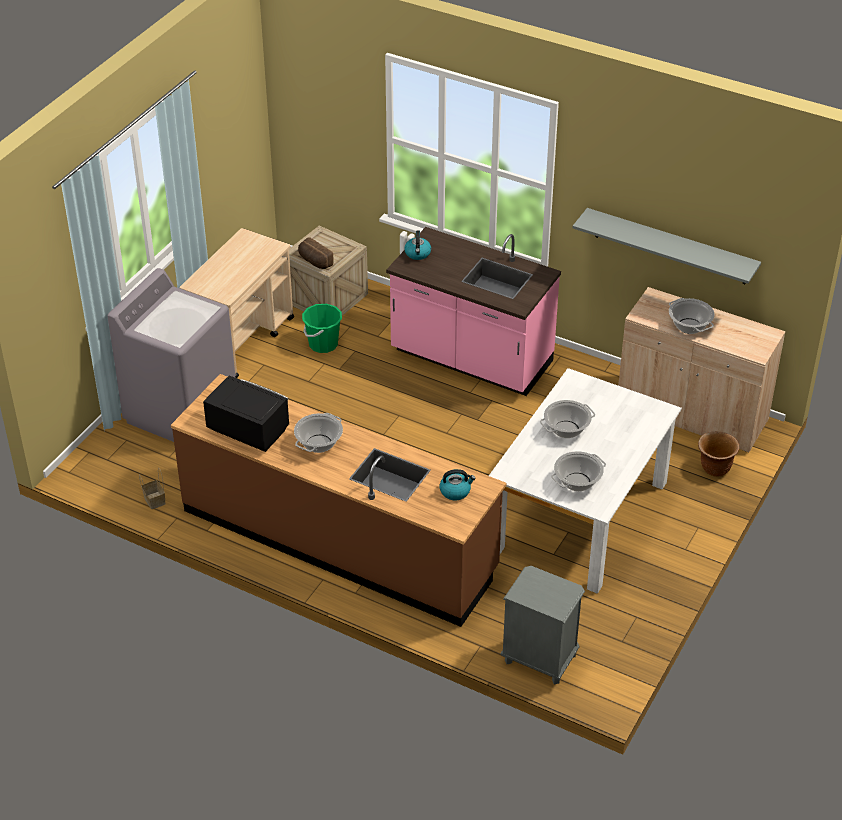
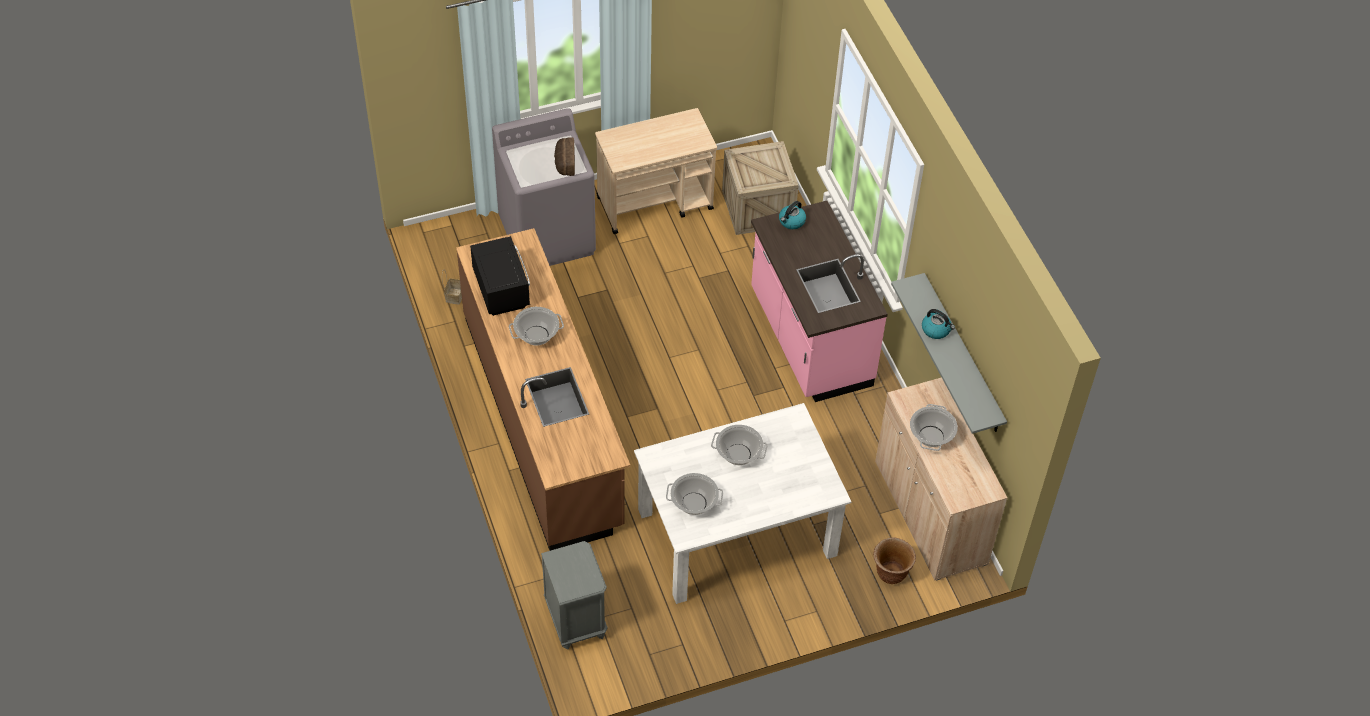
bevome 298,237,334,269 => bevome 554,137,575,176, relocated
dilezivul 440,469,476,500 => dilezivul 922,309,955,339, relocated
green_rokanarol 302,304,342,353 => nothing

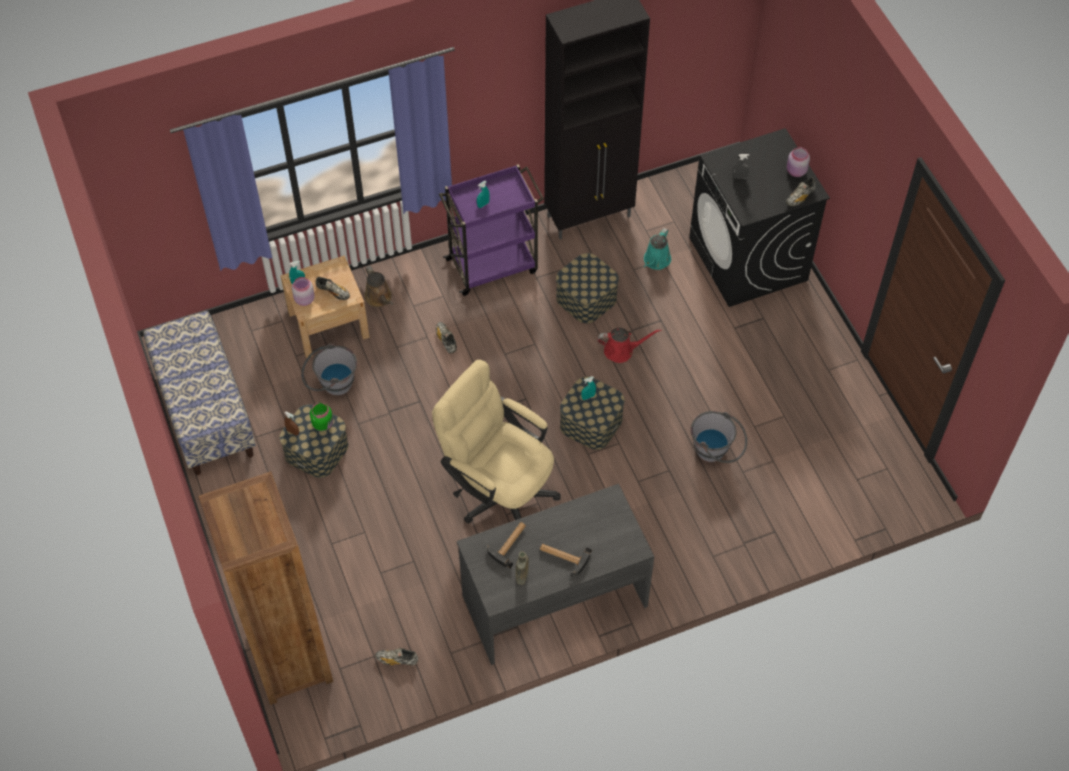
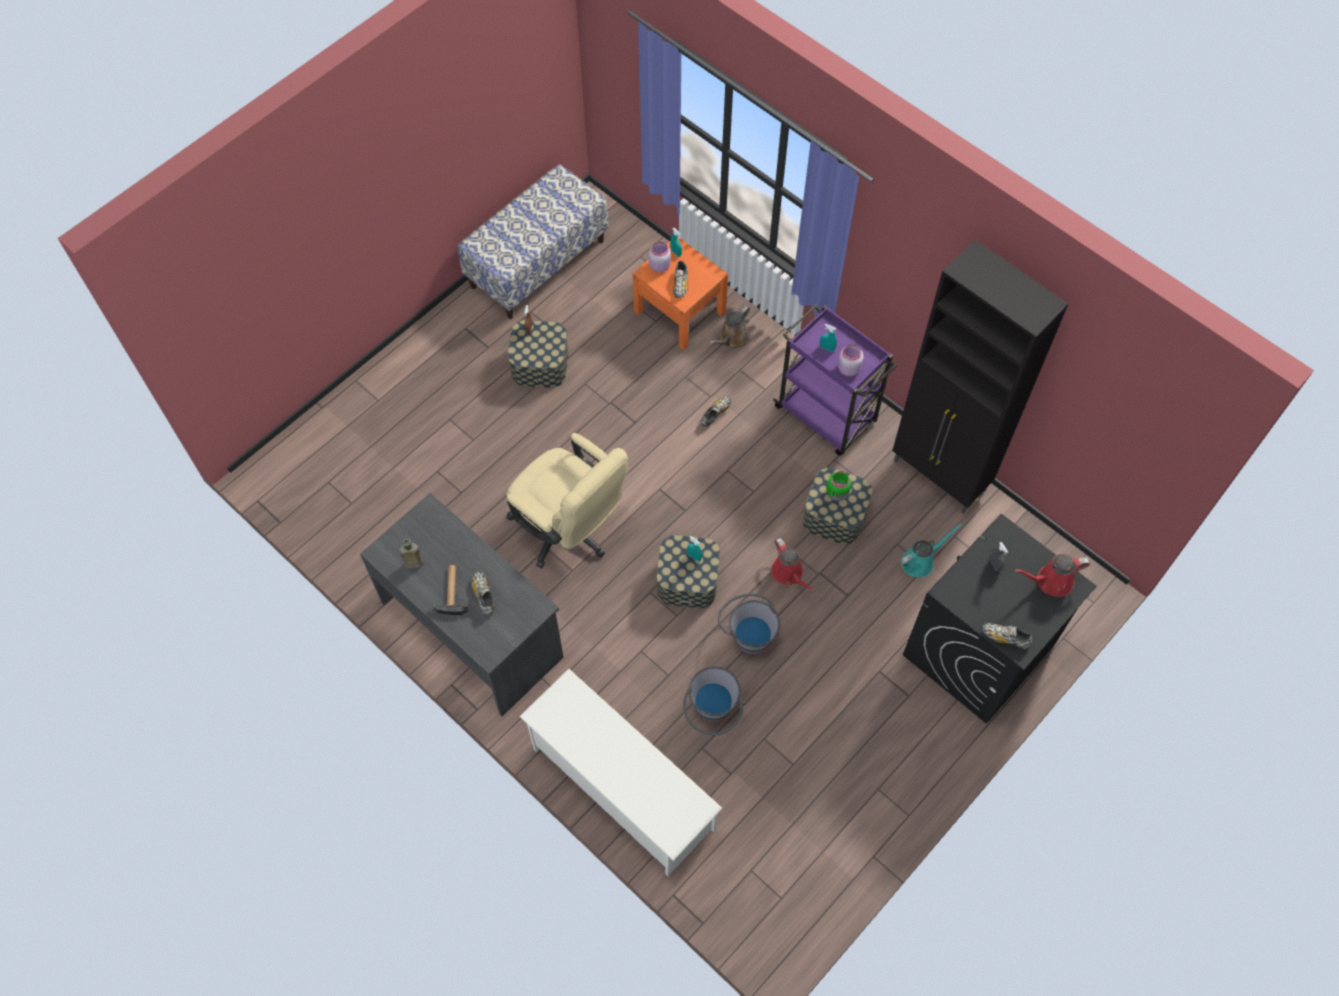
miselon 375,648,418,665 => miselon 472,571,495,615, relocated
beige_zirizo 432,360,561,524 => beige_zirizo 506,433,628,568, 120 degrees clockwise
nothing => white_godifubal 519,669,722,876
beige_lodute 281,255,370,358 => orange_lodute 632,236,728,350
grey_rokanarol 301,343,357,396 => grey_rokanarol 718,593,780,654, relocated
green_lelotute 310,403,333,431 => green_lelotute 826,471,851,501, relocated
pink_lelotute 787,147,810,177 => pink_lelotute 838,344,863,376, relocated
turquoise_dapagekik 643,228,671,270 => turquoise_dapagekik 900,524,962,577, 150 degrees clockwise
nothing => red_dapagekik 1015,554,1090,597
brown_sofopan 198,471,333,705 => nothing
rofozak 487,522,526,568 => nothing

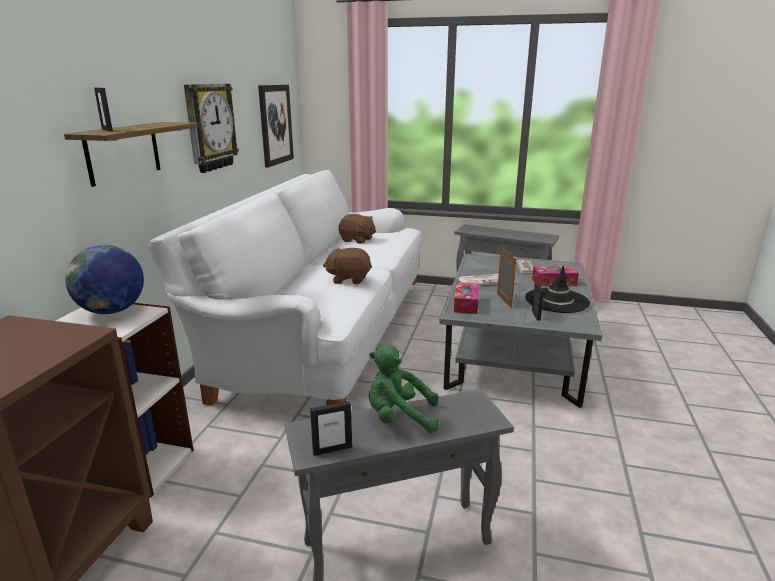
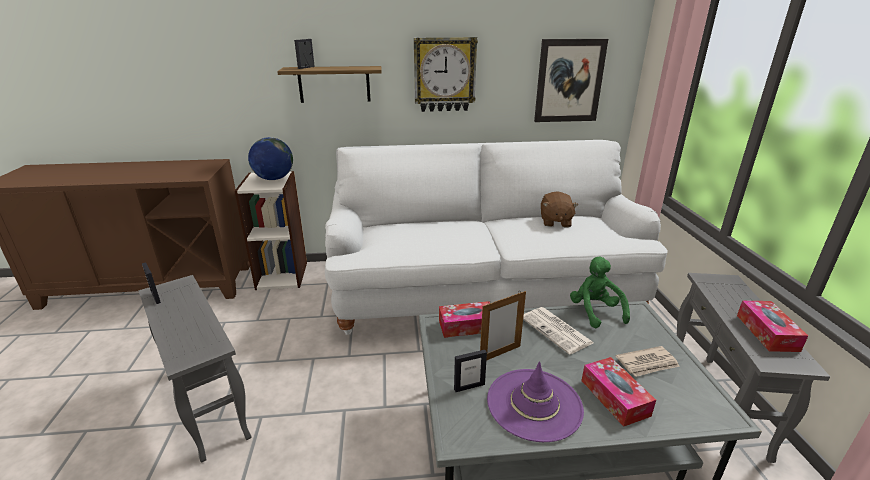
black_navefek 525,266,590,313 => purple_navefek 487,362,584,442
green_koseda 369,344,439,433 => green_koseda 570,257,630,328, relocated
nothing => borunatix 737,300,808,352
brown_koseda 323,248,372,284 => nothing

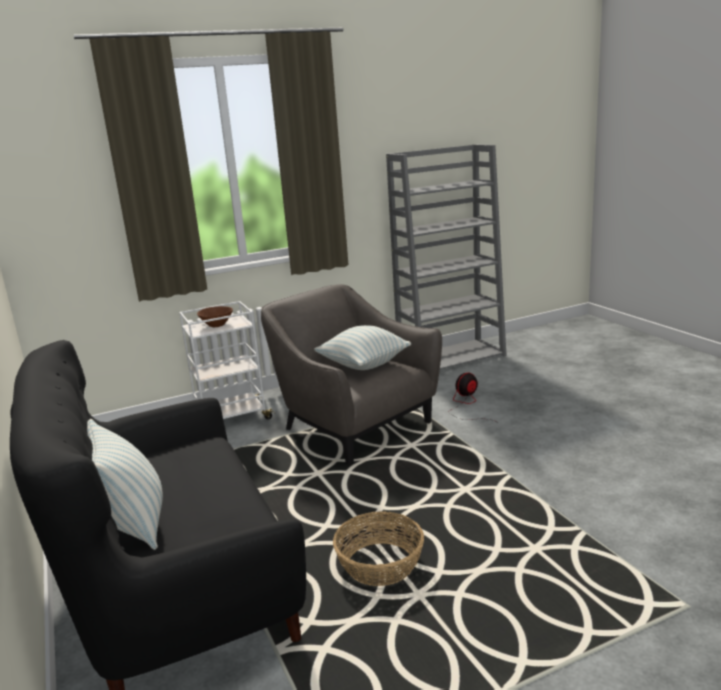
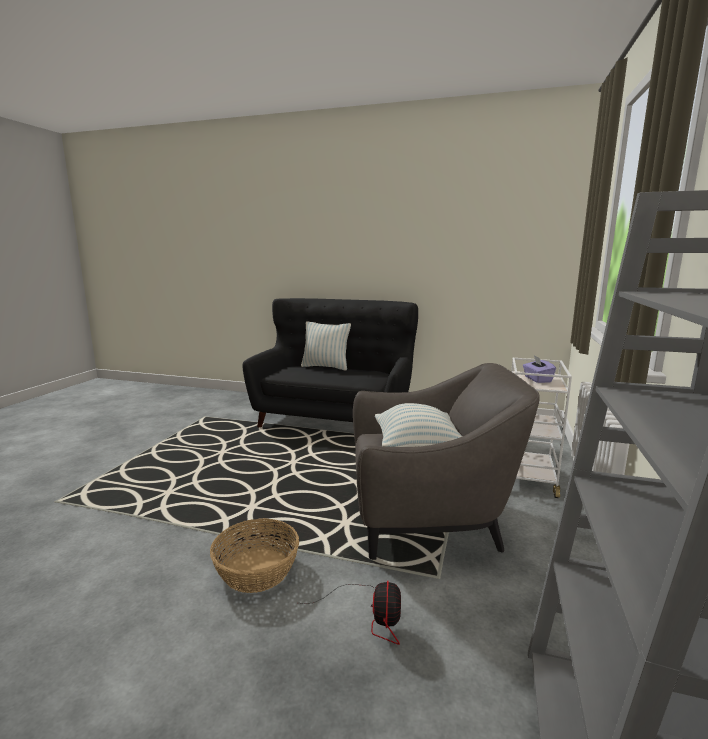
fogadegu 333,511,424,586 => fogadegu 210,518,299,593, relocated
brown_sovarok 197,306,233,327 => purple_borunatix 523,355,556,383

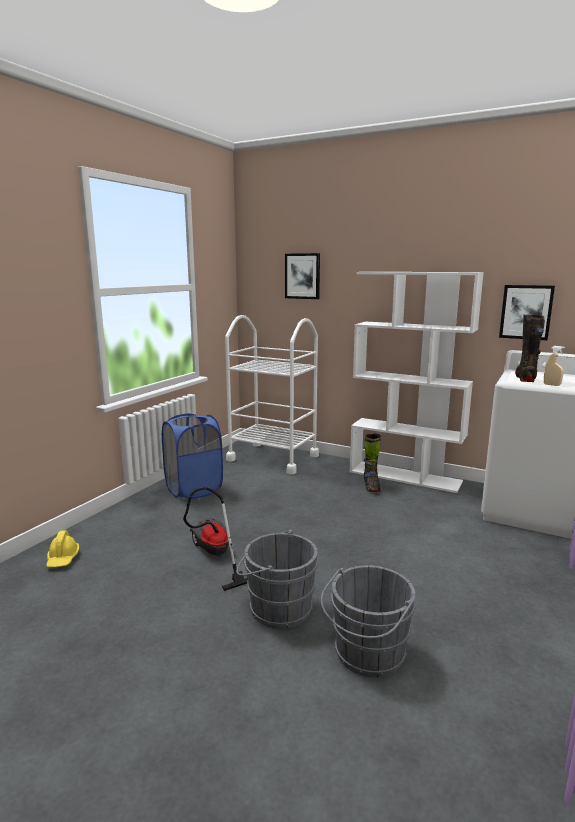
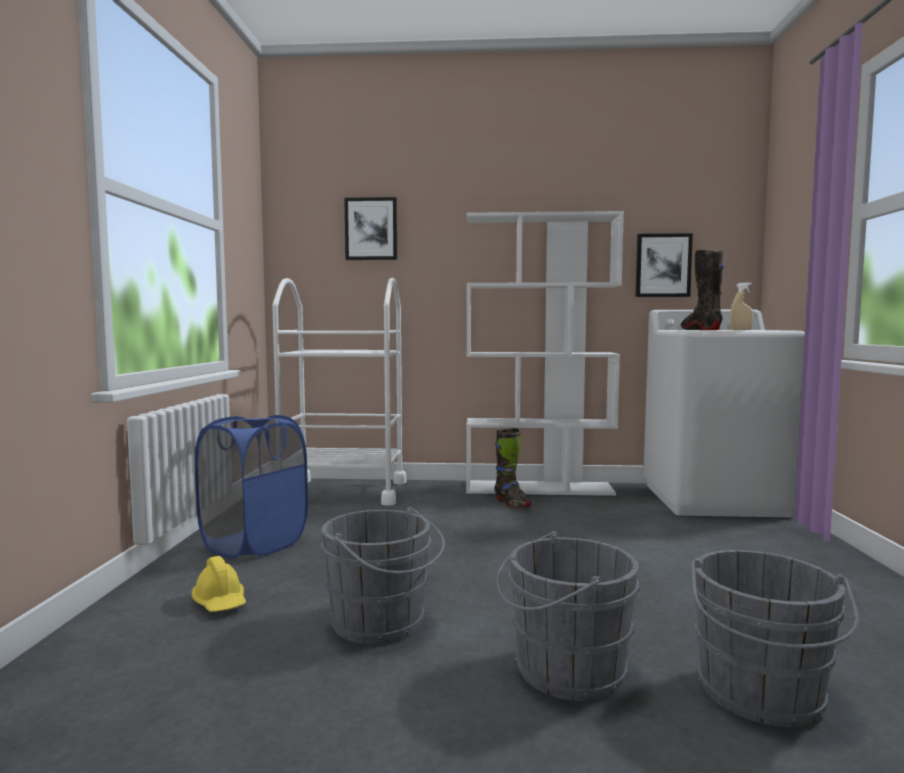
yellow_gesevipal 46,530,79,567 => yellow_gesevipal 192,556,246,612, relocated
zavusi 183,487,248,591 => grey_rokanarol 321,507,445,644

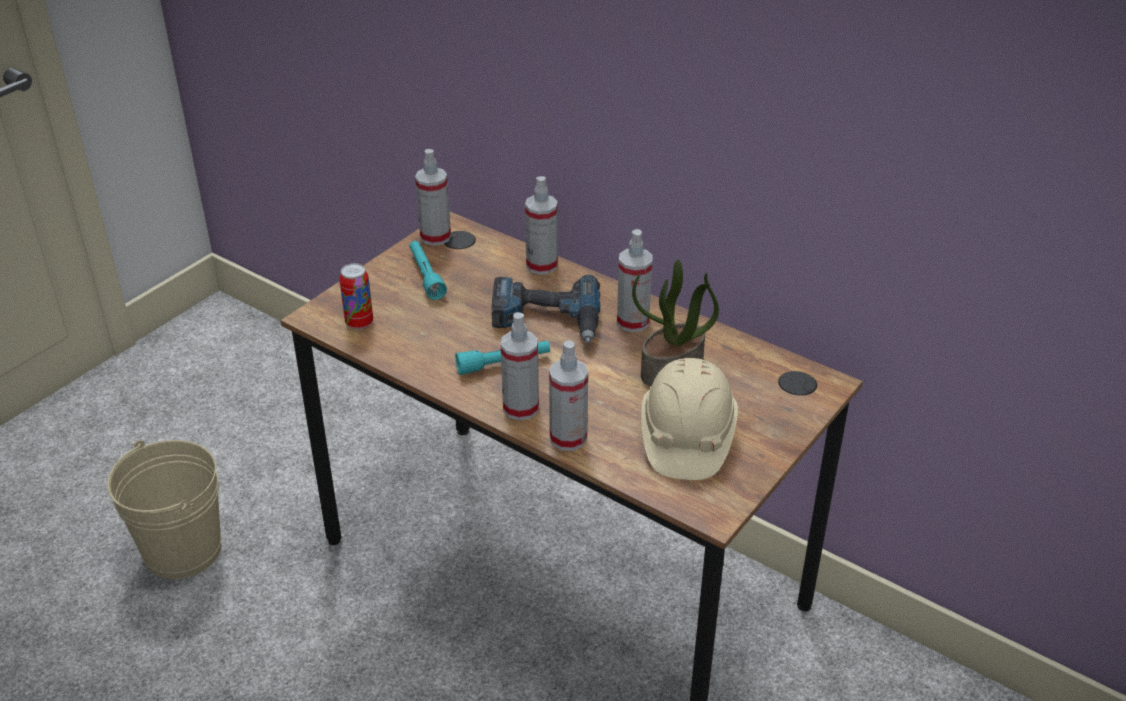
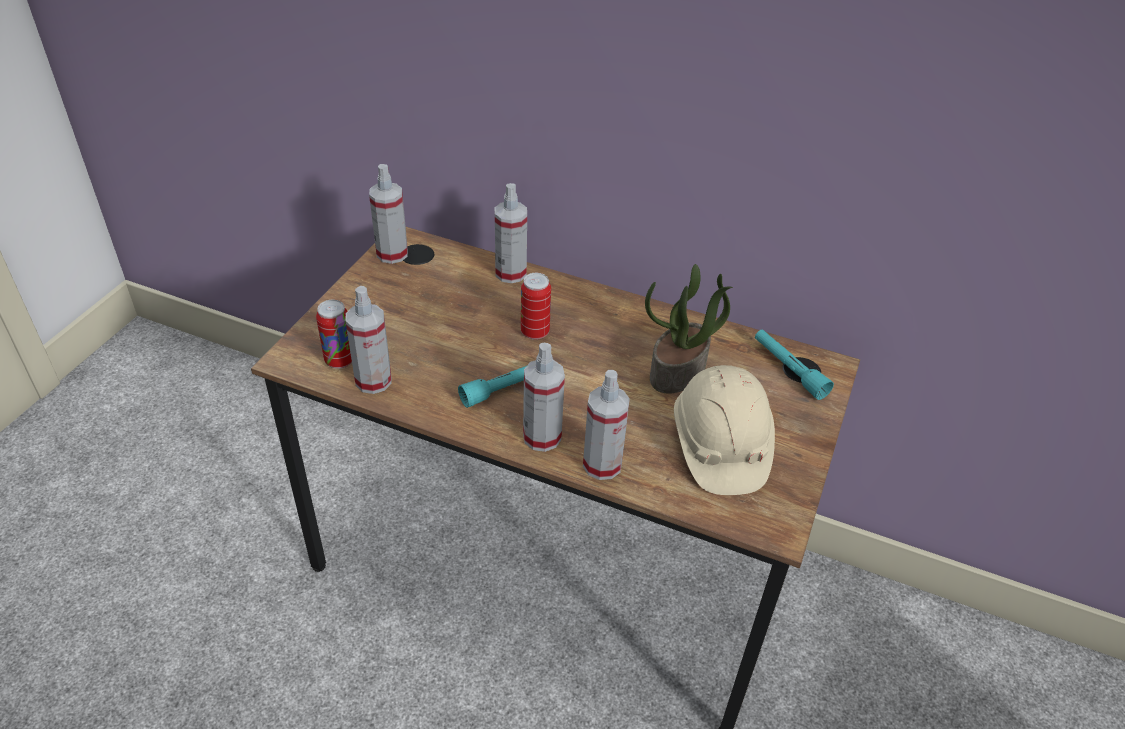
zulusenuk 617,229,653,332 => zulusenuk 345,286,391,394, relocated
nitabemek 491,275,600,343 => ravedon 521,273,551,340
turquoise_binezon 409,241,447,300 => turquoise_binezon 755,330,834,400, relocated
beige_rokanarol 107,440,221,579 => nothing

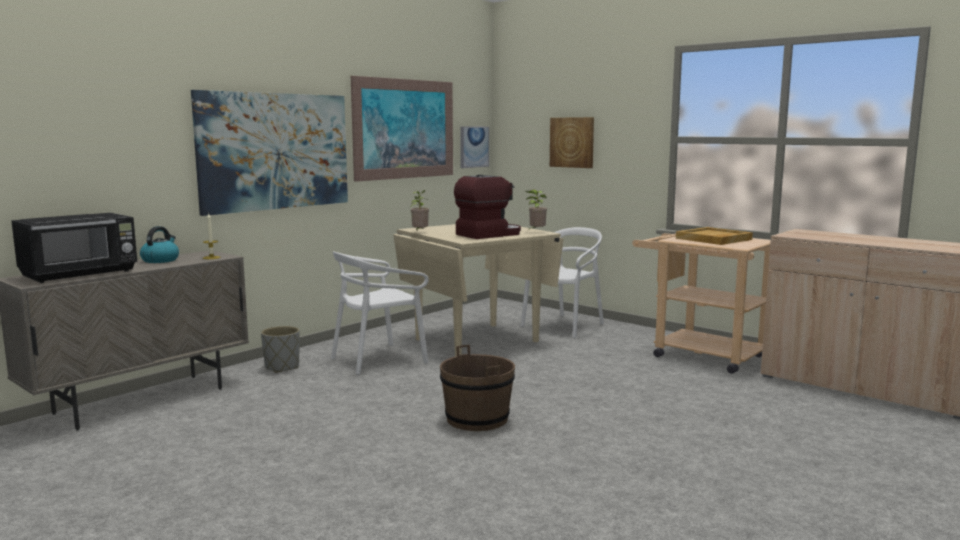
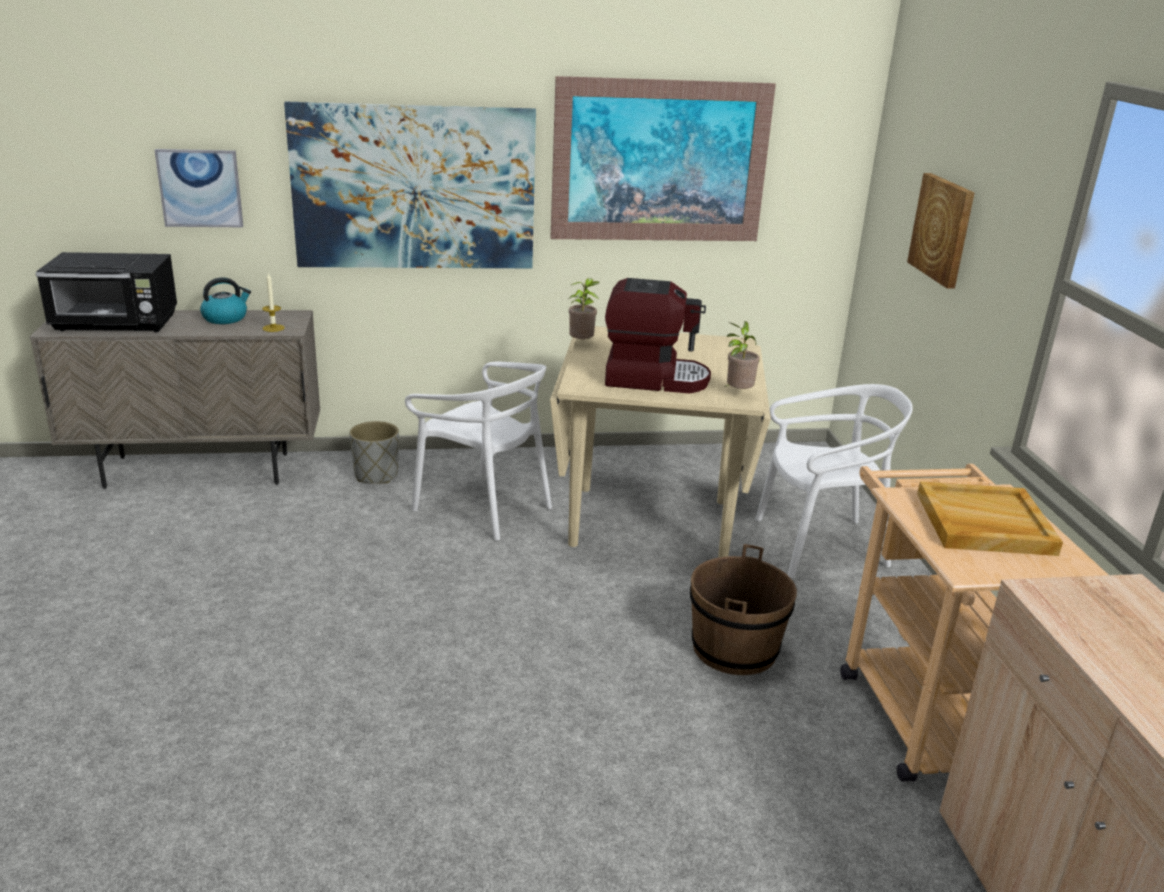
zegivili 460,127,489,168 => zegivili 155,149,243,227, relocated
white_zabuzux 331,251,429,375 => white_zabuzux 405,362,552,541, 150 degrees counterclockwise
brown_rokanarol 440,345,515,431 => brown_rokanarol 690,544,797,675, relocated

